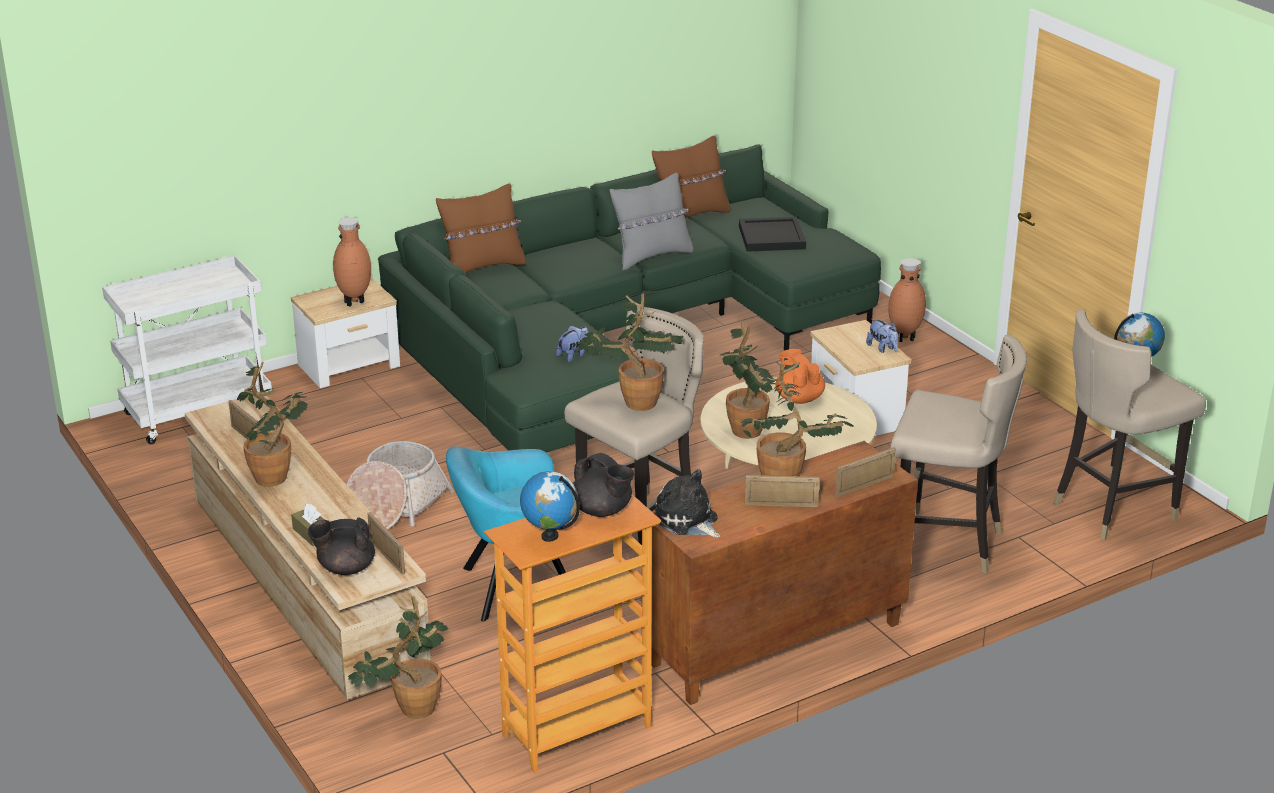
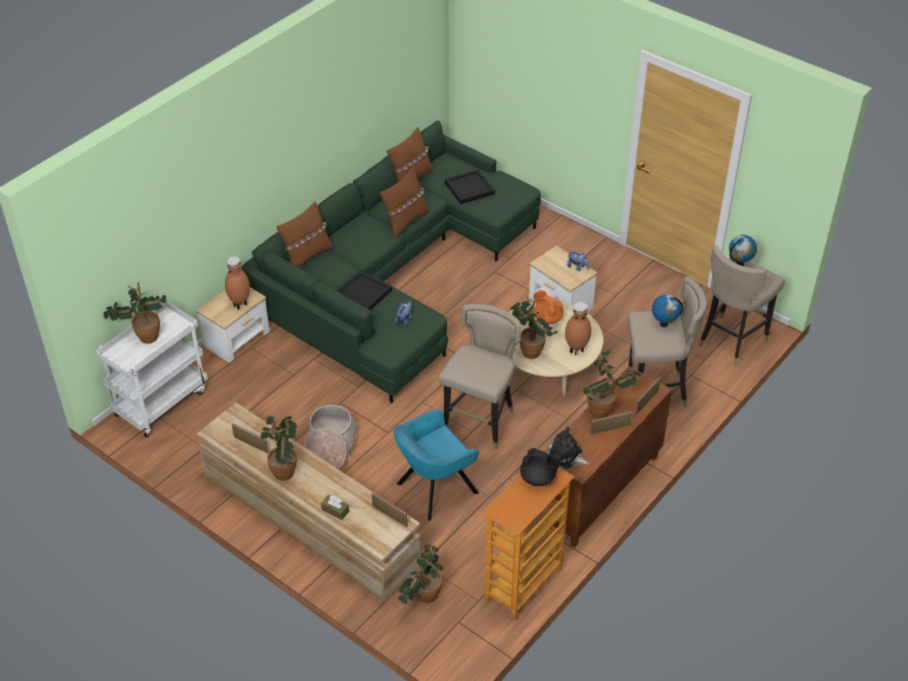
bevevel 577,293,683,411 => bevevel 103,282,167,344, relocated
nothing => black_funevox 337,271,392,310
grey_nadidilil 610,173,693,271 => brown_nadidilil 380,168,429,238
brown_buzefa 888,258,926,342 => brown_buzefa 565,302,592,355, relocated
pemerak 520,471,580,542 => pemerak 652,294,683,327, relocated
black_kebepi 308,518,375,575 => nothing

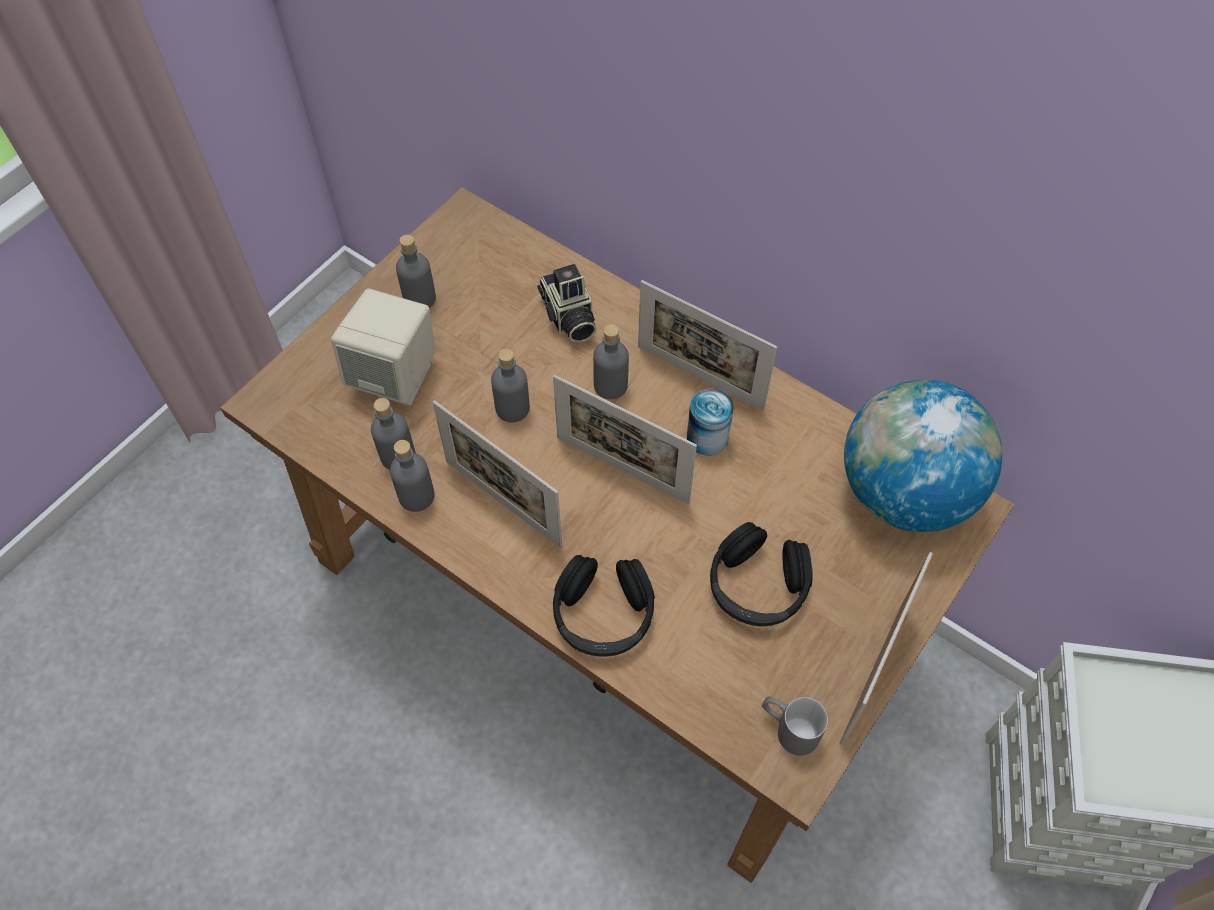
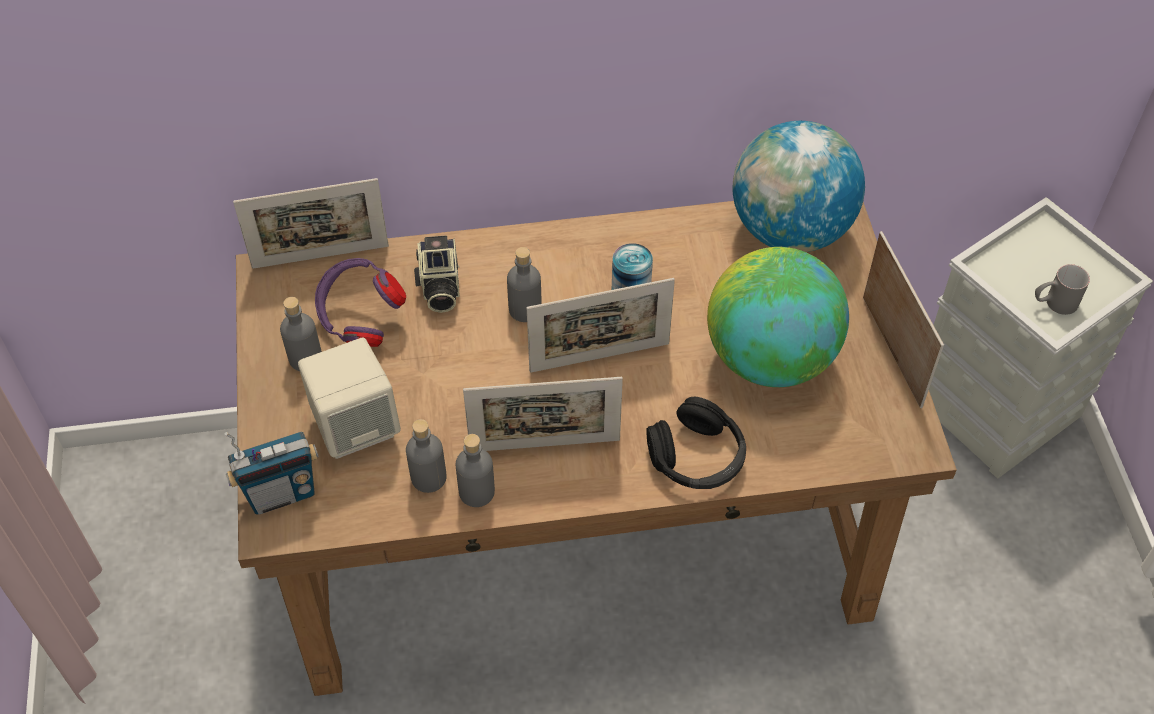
nothing => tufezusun 224,432,319,515
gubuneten 638,280,777,411 => gubuneten 233,178,389,269, relocated
nothing => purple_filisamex 315,258,406,347
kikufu 537,264,597,343 => kikufu 414,236,460,313, 60 degrees clockwise
black_filisamex 710,522,812,626 => pemerak 707,247,849,387
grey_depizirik 762,696,828,756 => grey_depizirik 1035,264,1090,315, relocated
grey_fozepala 491,348,530,423 => nothing

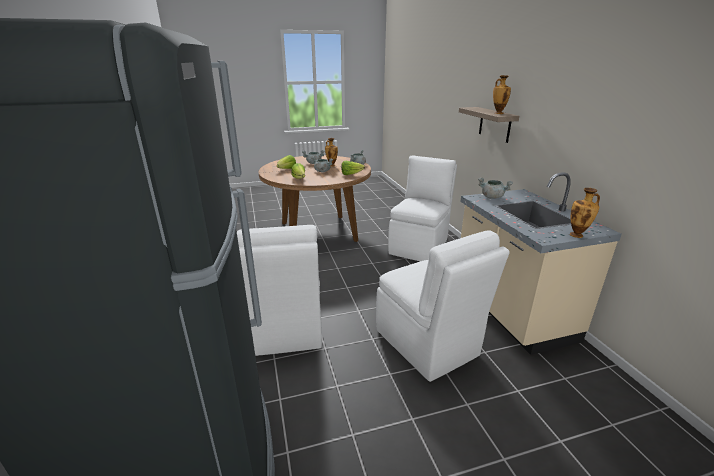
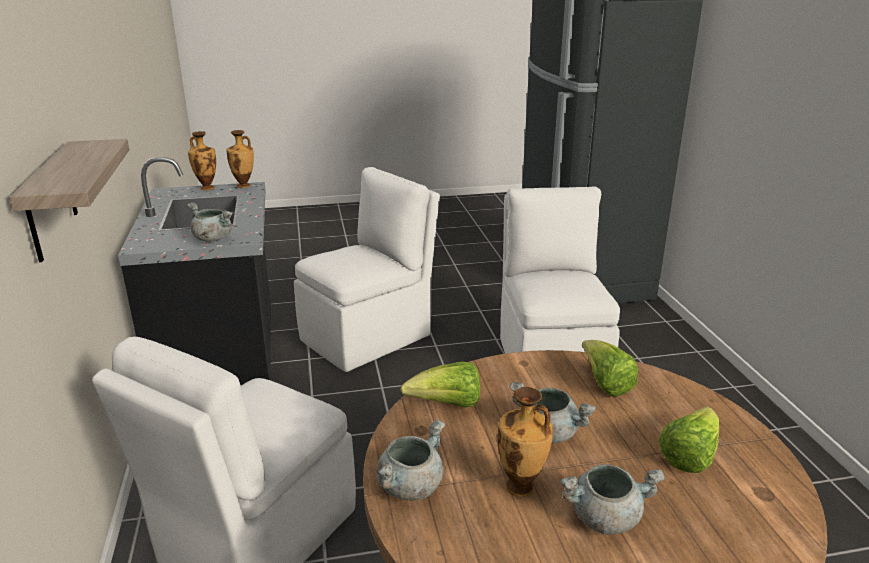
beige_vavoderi 460,172,622,355 => black_vavoderi 118,157,271,385
buzefa 493,75,511,114 => buzefa 227,130,254,188, relocated
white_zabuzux 376,231,510,382 => white_zabuzux 294,167,440,372, 75 degrees clockwise

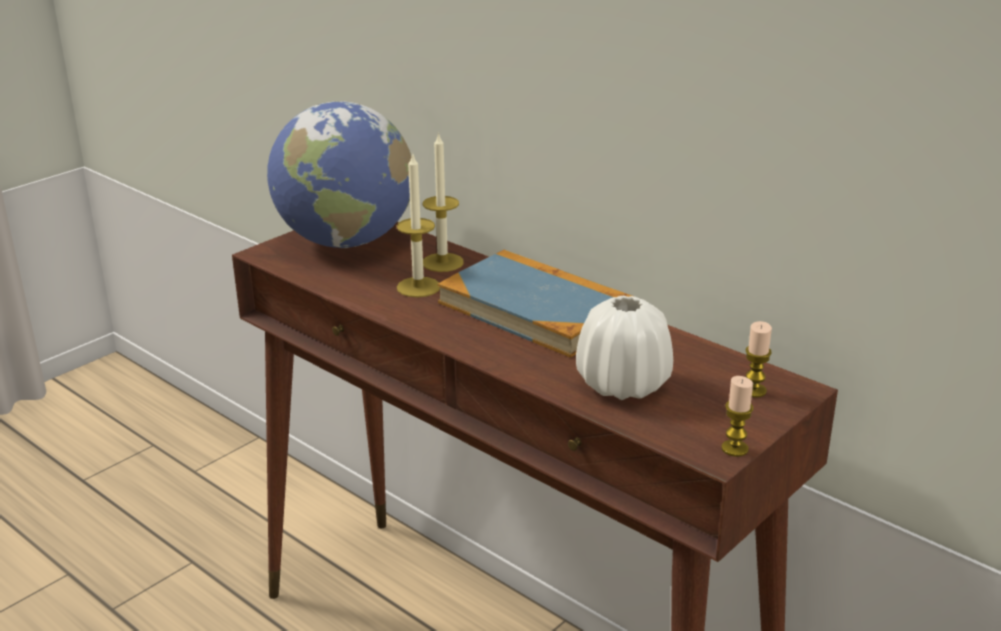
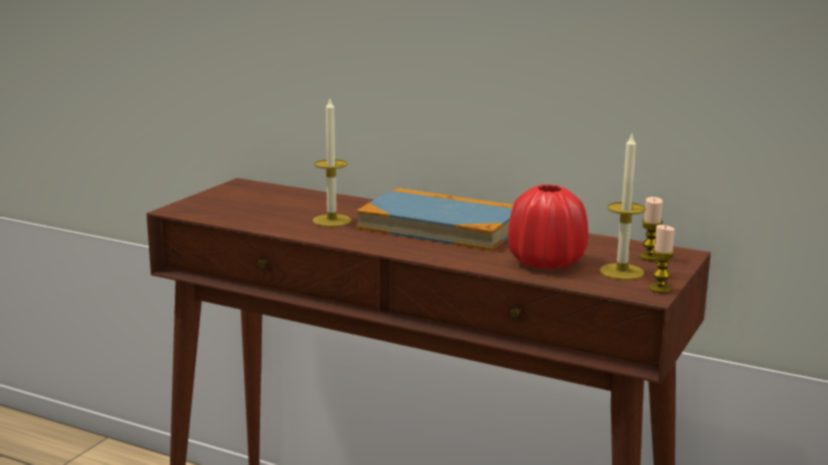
white_buzefa 576,296,673,400 => red_buzefa 508,184,589,269
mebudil 423,132,464,272 => mebudil 600,134,646,280, relocated
pemerak 267,101,411,248 => nothing

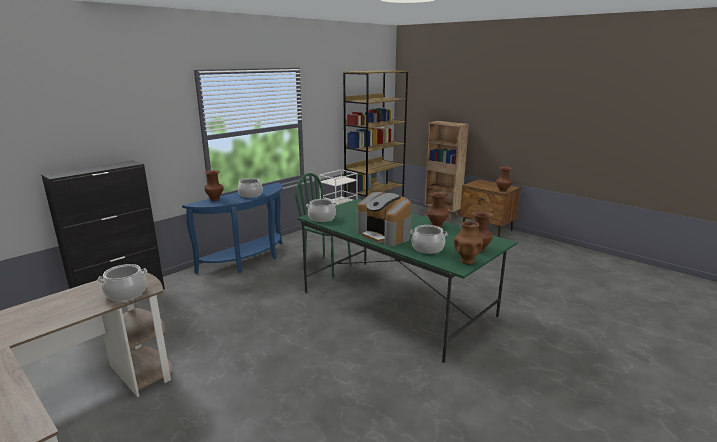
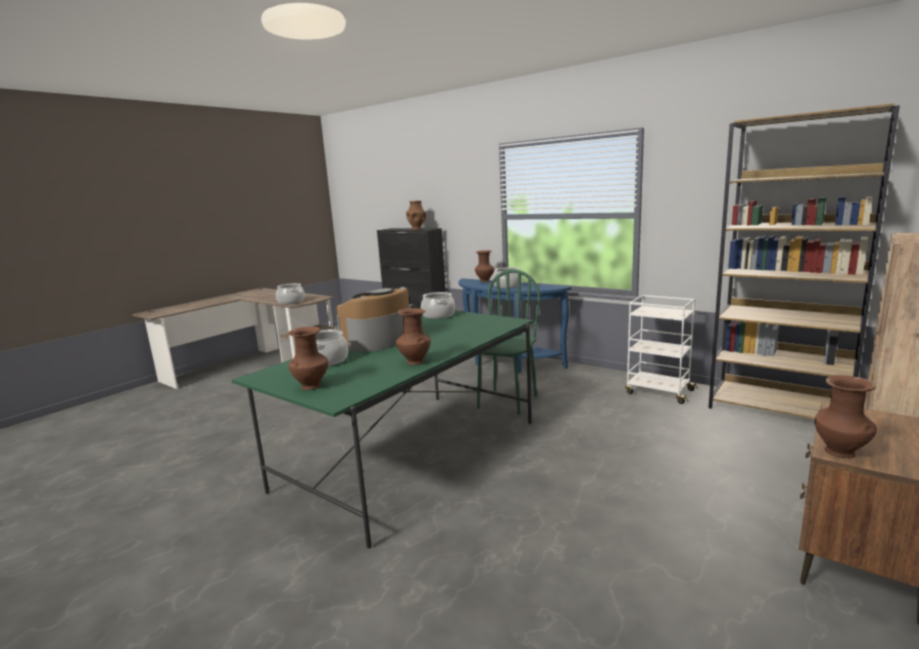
brown_buzefa 454,221,483,265 => brown_buzefa 406,201,426,230, relocated

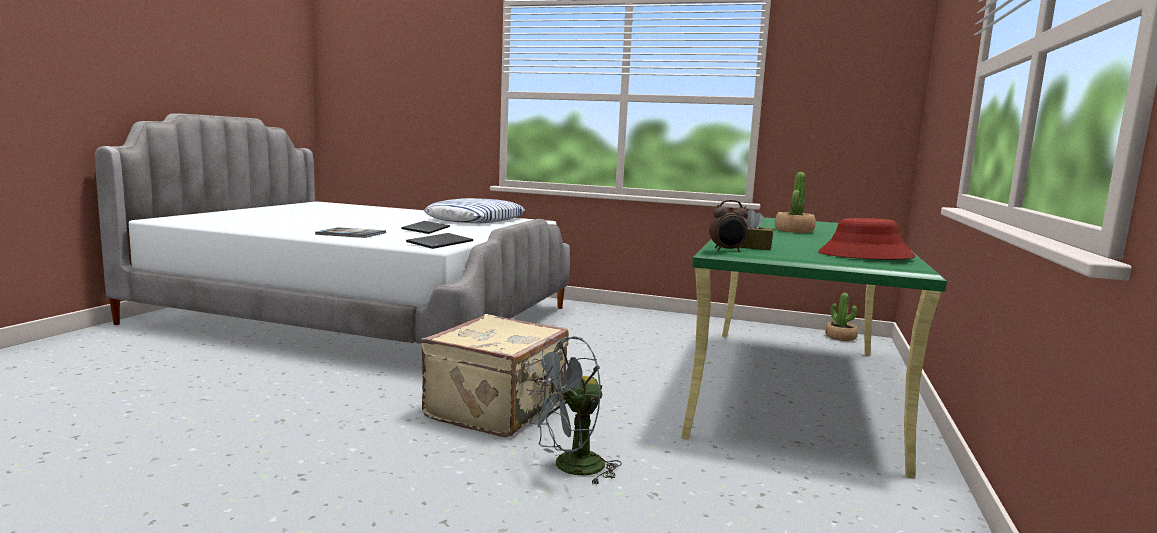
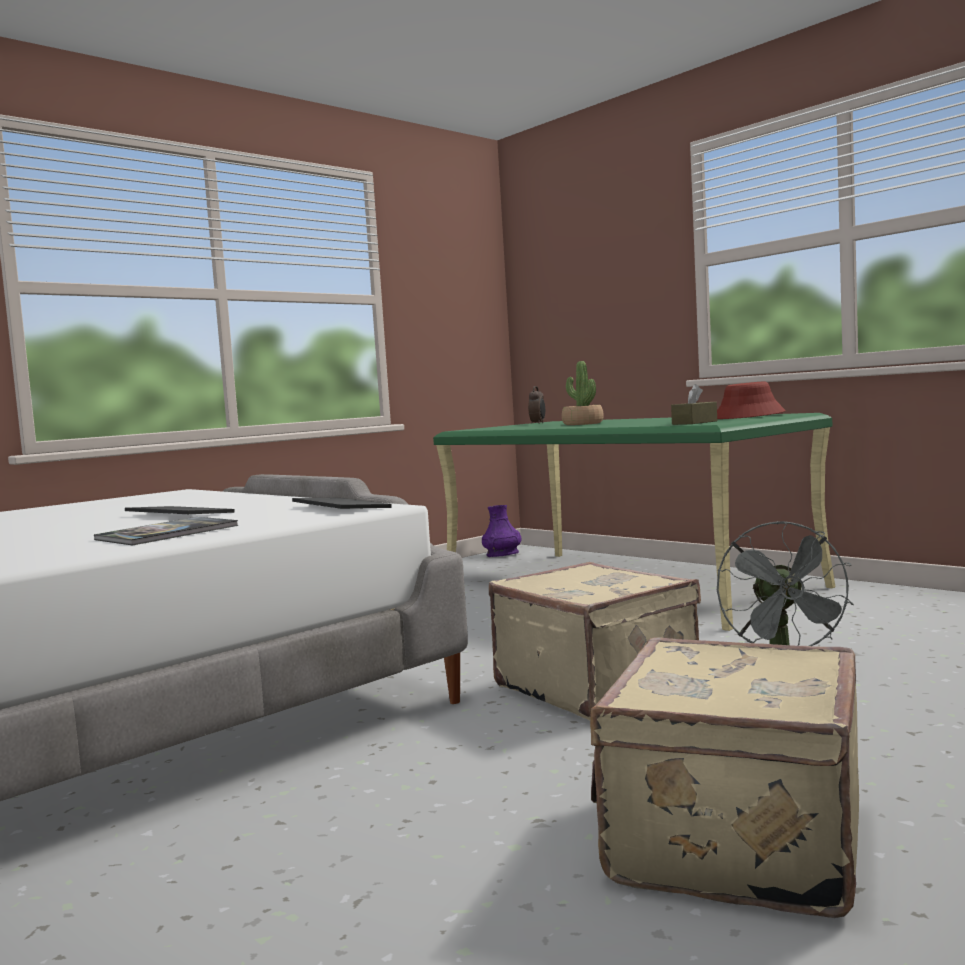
bevevel 825,293,858,341 => purple_buzefa 482,505,521,557
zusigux 709,200,748,251 => zusigux 528,386,545,424, relocated
nothing => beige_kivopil 590,637,859,918
nadidilil 424,198,525,224 => nothing

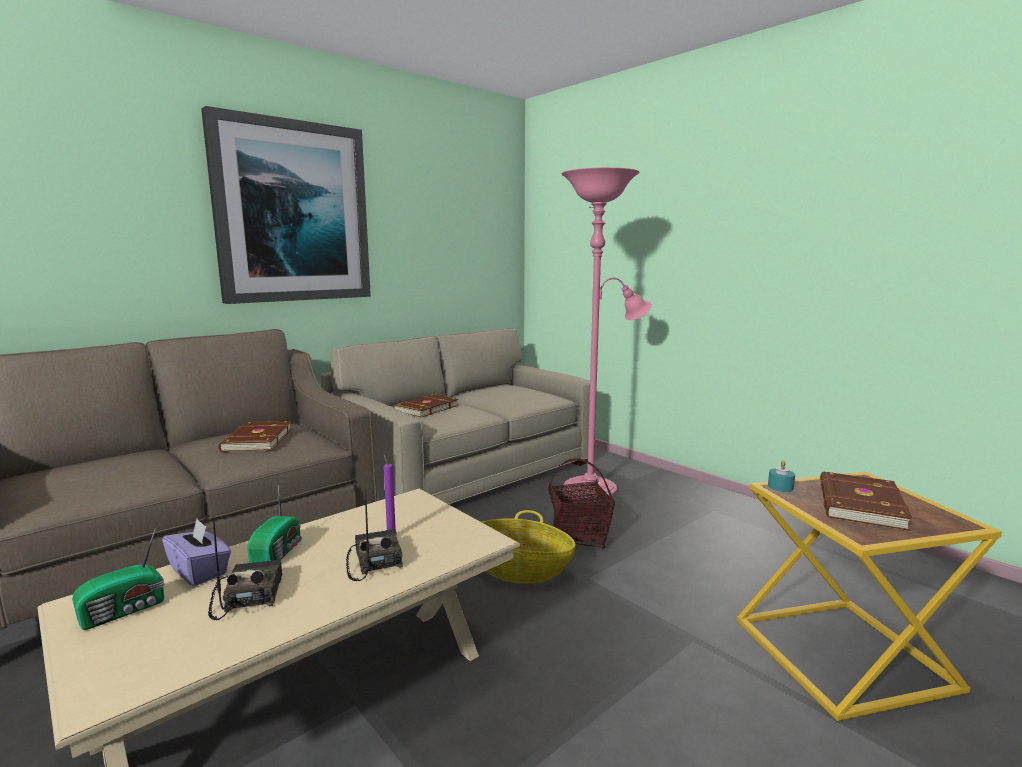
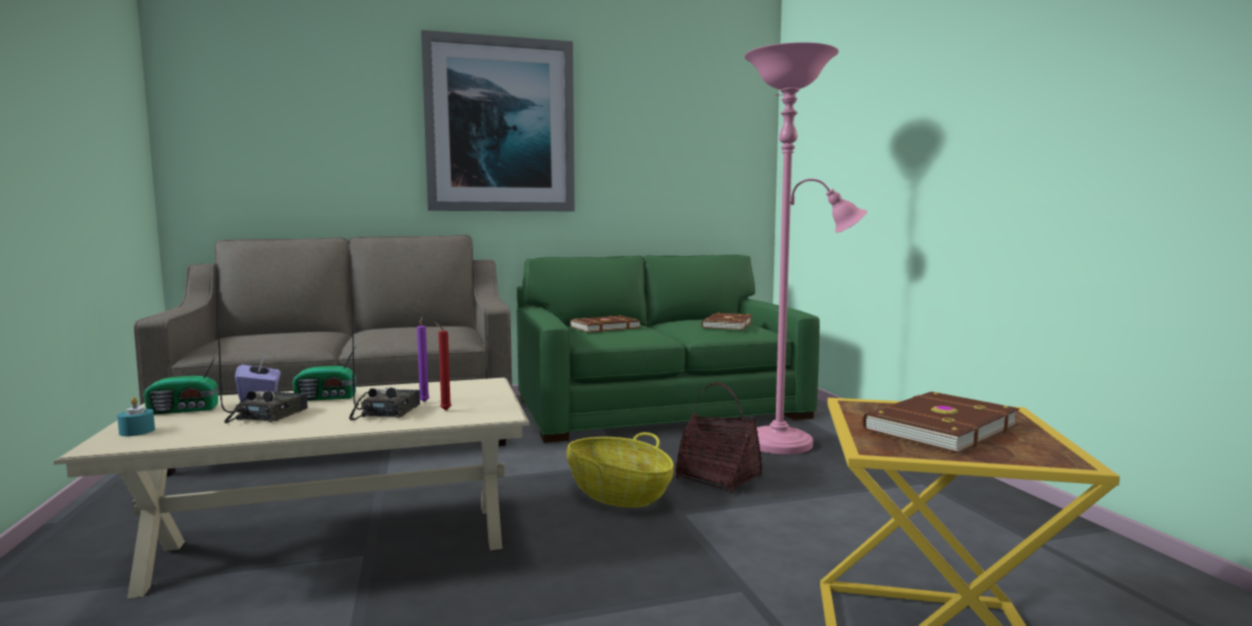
turquoise_mebudil 768,460,795,492 => turquoise_mebudil 117,397,155,436, relocated
tufezusun 247,484,302,563 => tufezusun 293,341,358,401, 45 degrees clockwise
nothing => red_mebudil 434,322,452,410
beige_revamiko 320,328,597,504 => green_revamiko 516,255,820,443
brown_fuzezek 219,421,292,452 => brown_fuzezek 701,313,753,330, relocated

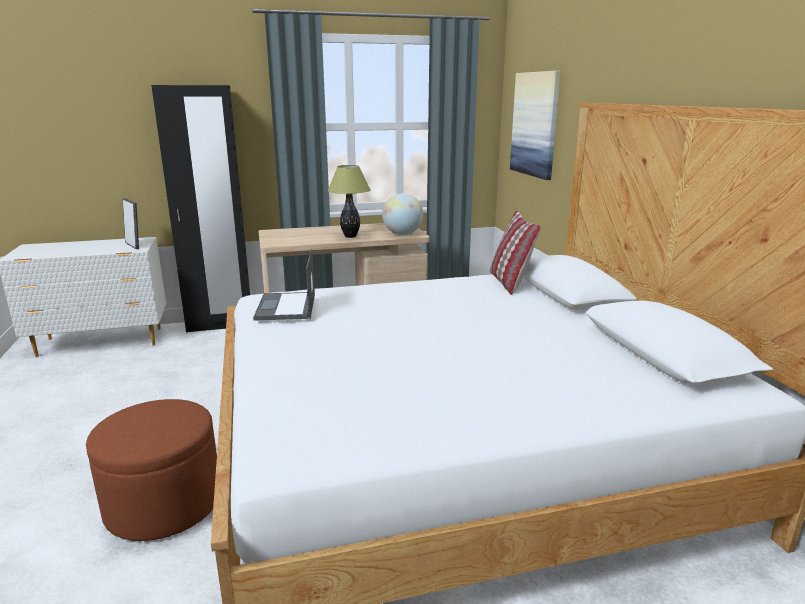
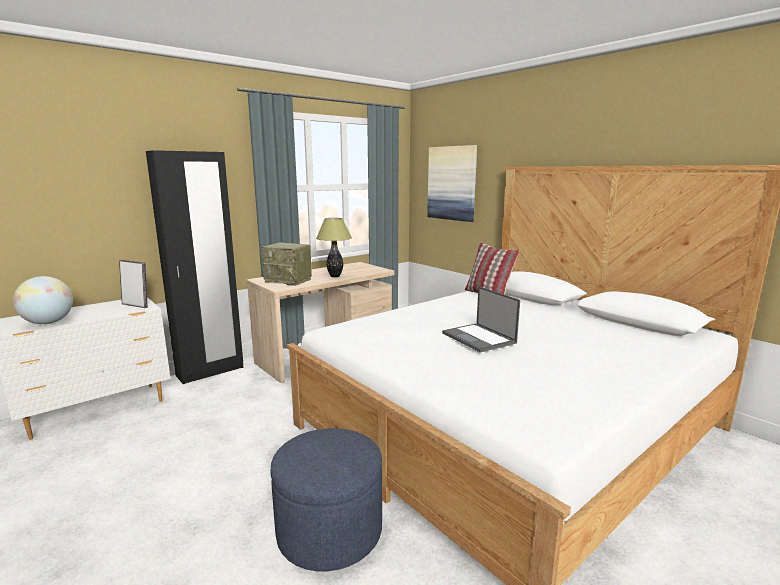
pemerak 382,193,423,235 => pemerak 13,276,73,324, relocated
nothing => tufezusun 261,242,312,286
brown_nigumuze 86,399,217,541 => blue_nigumuze 271,428,382,571
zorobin 253,249,315,321 => zorobin 442,286,520,352, relocated

